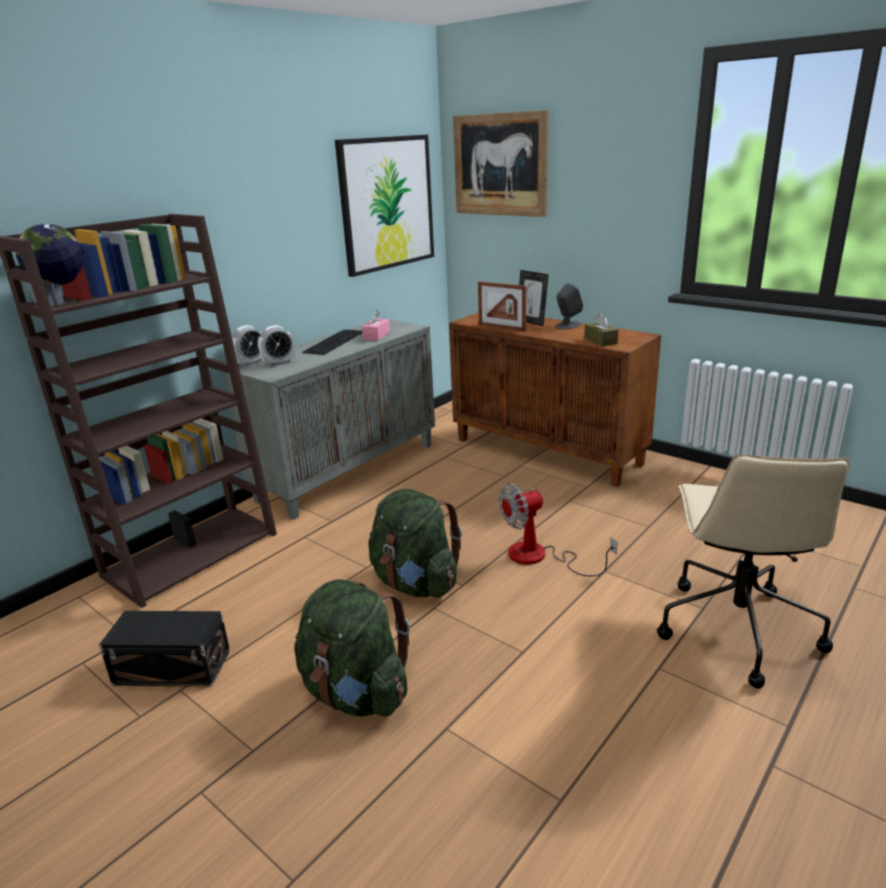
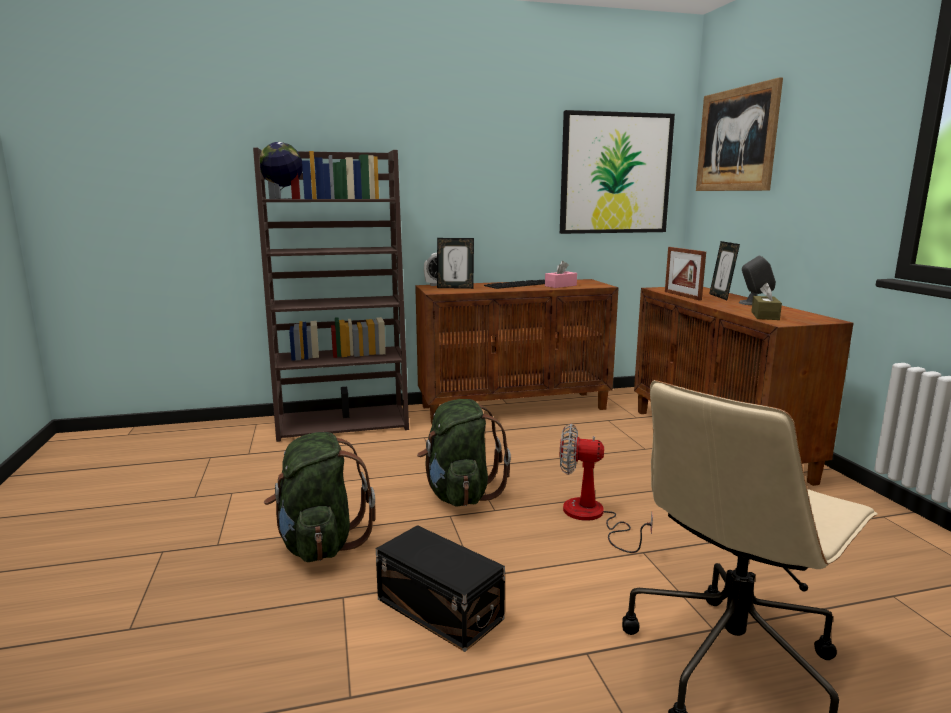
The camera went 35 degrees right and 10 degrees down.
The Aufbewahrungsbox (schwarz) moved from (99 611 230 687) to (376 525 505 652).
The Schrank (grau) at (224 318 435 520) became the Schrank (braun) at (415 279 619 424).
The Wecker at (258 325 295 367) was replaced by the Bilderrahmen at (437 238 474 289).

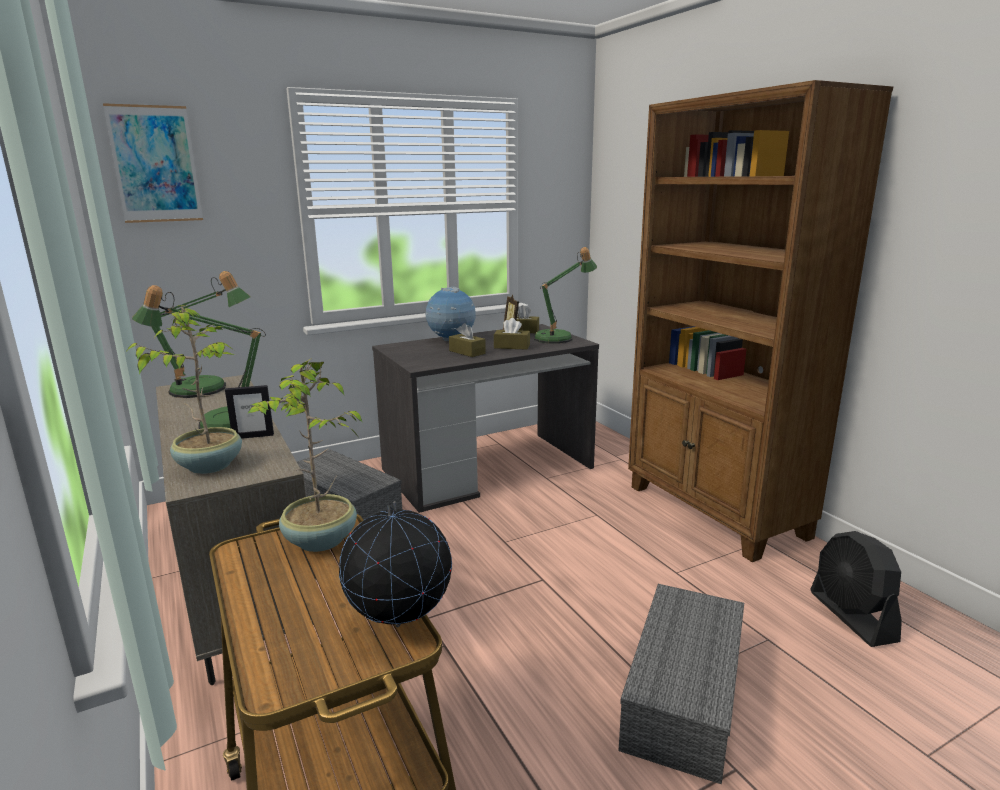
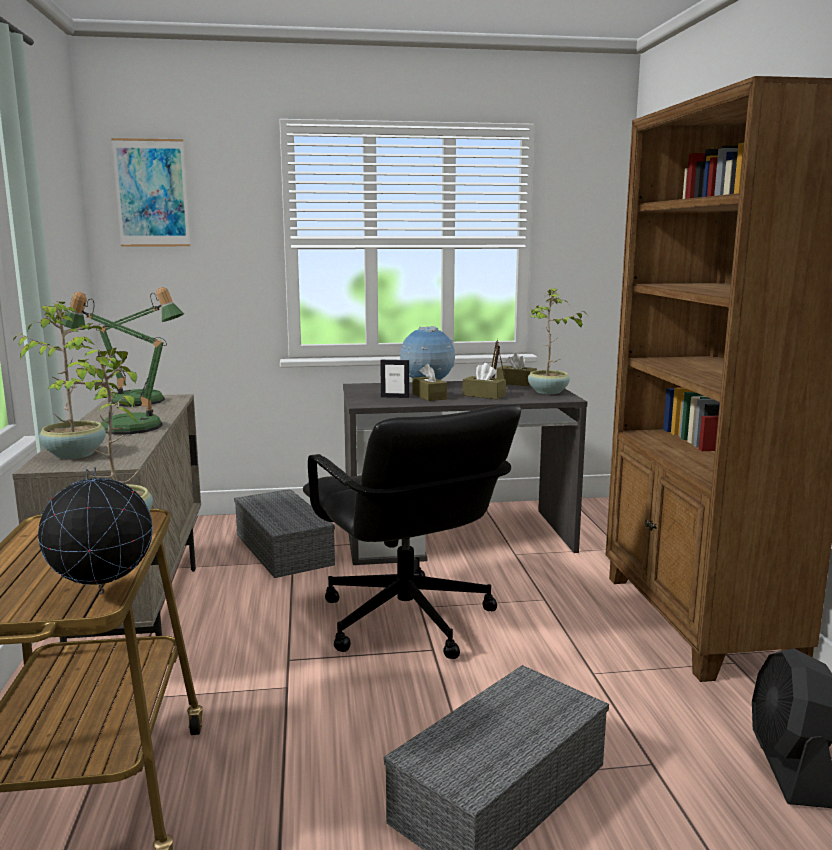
The camera went 20 degrees right and 5 degrees down.
The Bürostuhl (schwarz) at (303 404 521 659) appeared.
The Bilderrahmen moved from (225 385 274 439) to (380 360 409 398).
The Tischlampe at (534 247 597 344) was replaced by the Topfpflanze at (528 288 587 394).

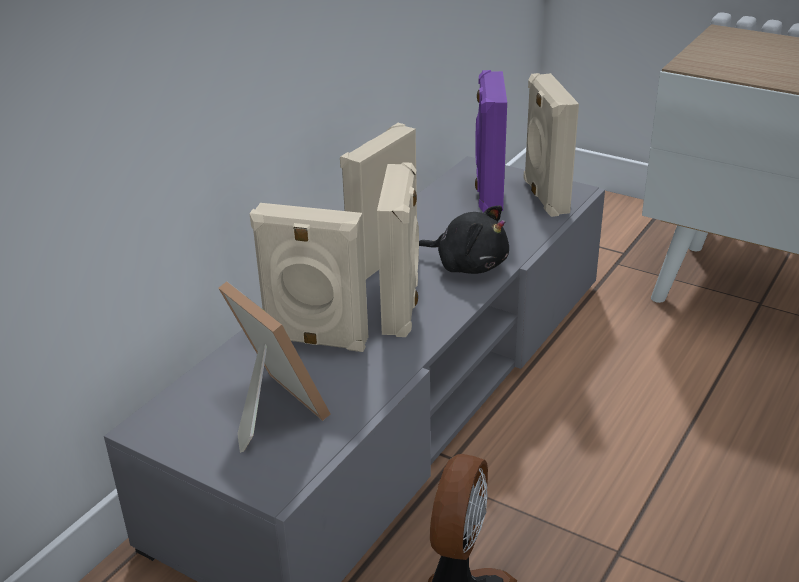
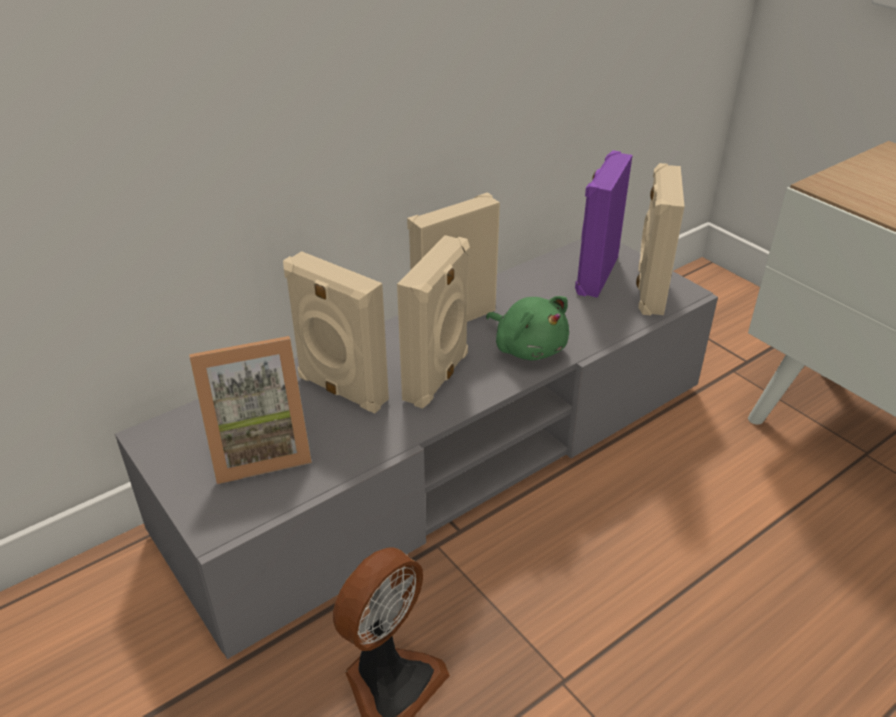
The camera went 20 degrees right and 5 degrees up.
The Bilderrahmen at (218 282 330 453) turned 90 degrees clockwise.
The Plüschtier (schwarz) at (419 205 509 274) became the Plüschtier (grün) at (486 296 569 360).

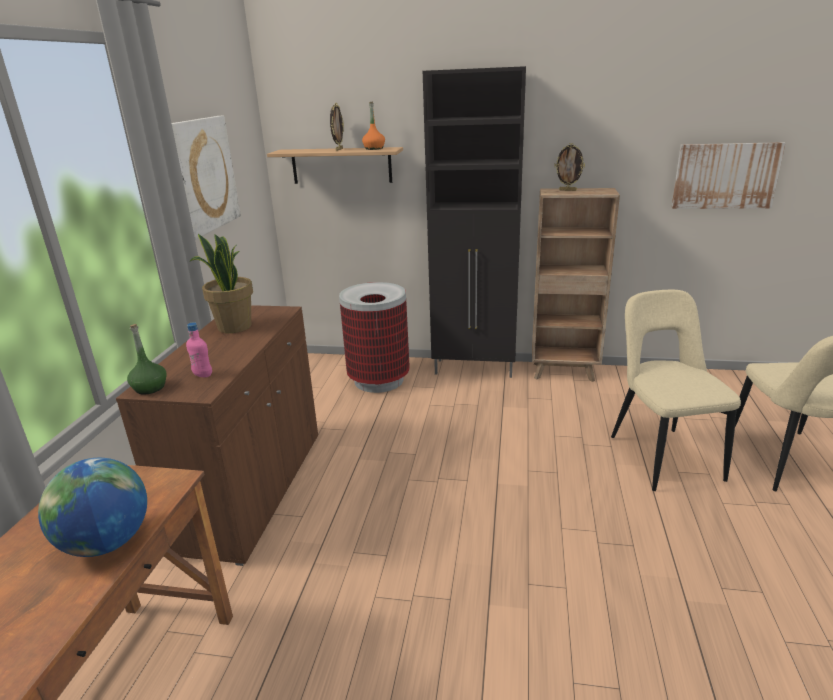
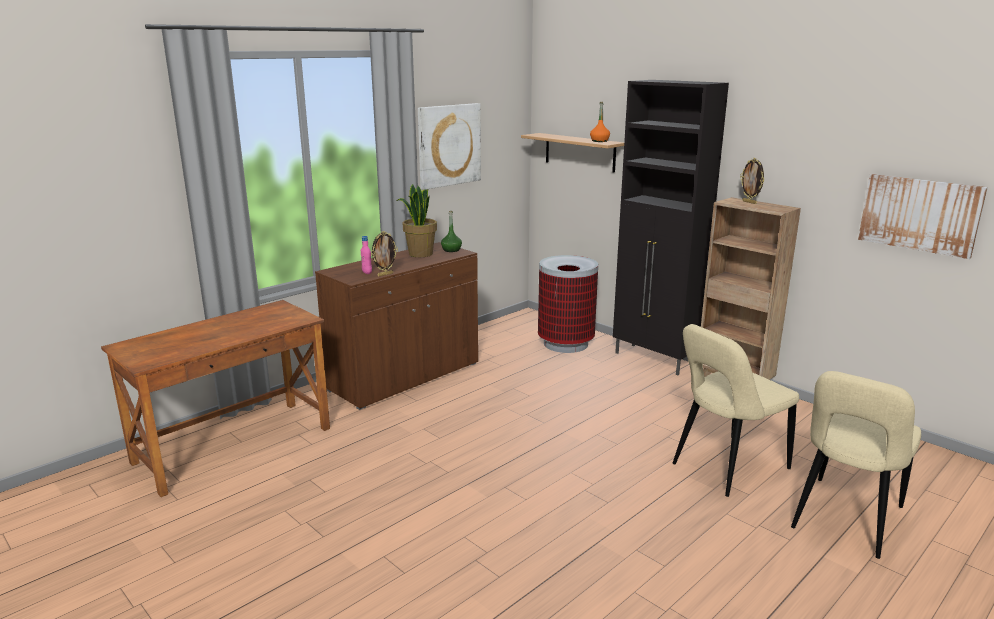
The camera went 35 degrees right and 5 degrees down.
The Bilderrahmen moved from (330 103 344 151) to (371 231 398 276).
The Flasche (grün) moved from (127 324 167 394) to (441 211 462 252).
The Stuhl (beige) at (611 290 741 491) turned 150 degrees counterclockwise.
The Globus at (38 458 147 557) disappeared.

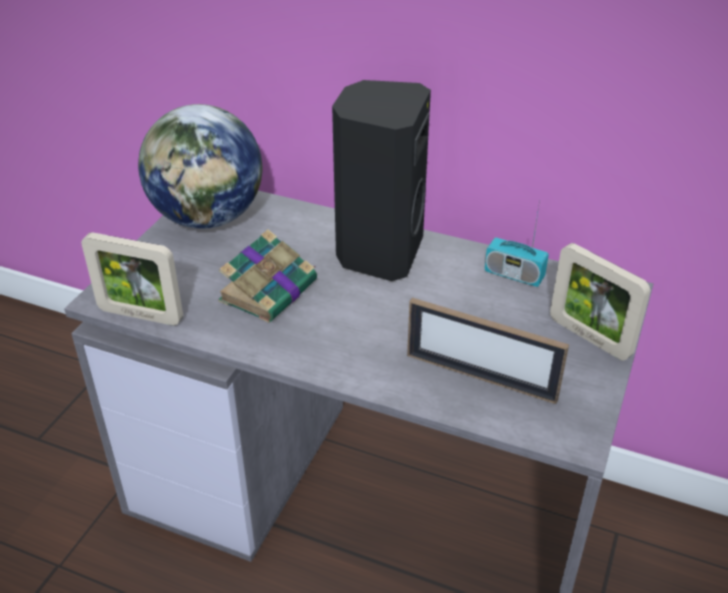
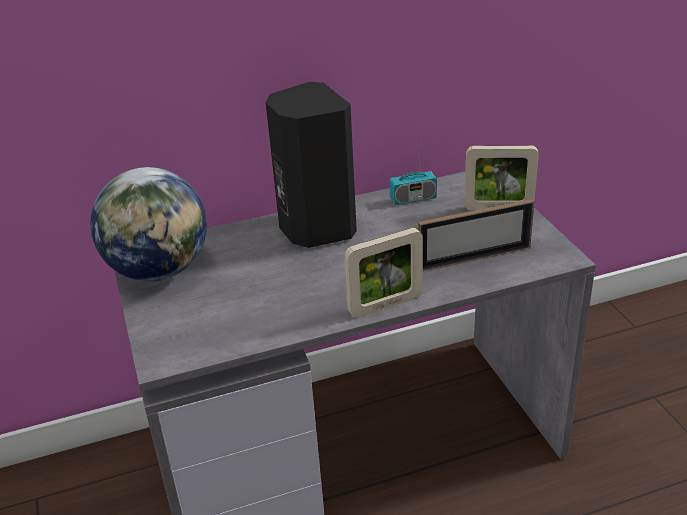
The camera went 40 degrees left and 5 degrees down.
The Bilderrahmen moved from (81 232 183 326) to (344 228 423 318).
The Buch at (218 229 317 323) disappeared.

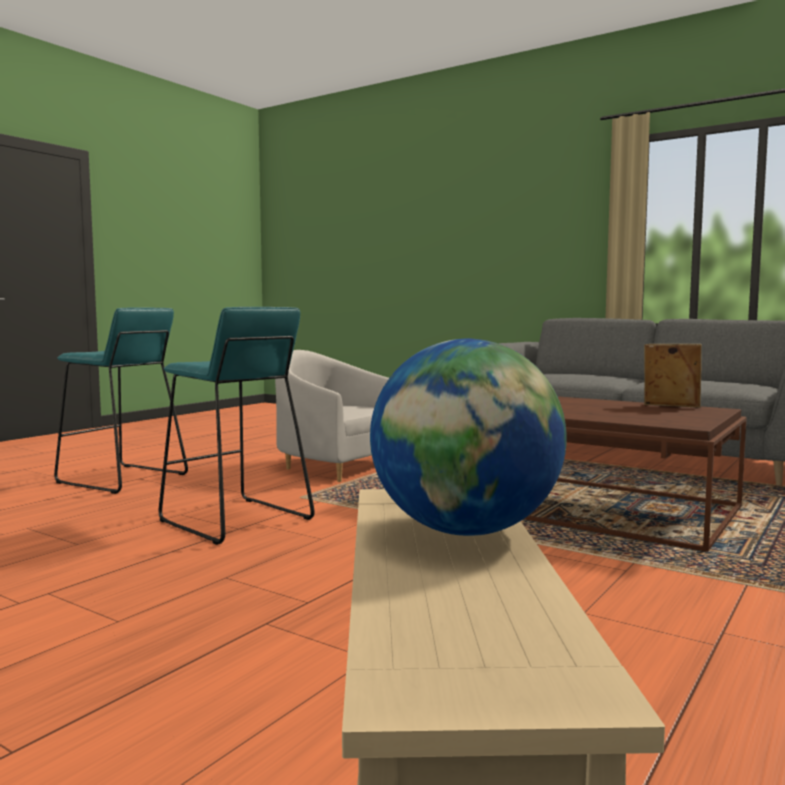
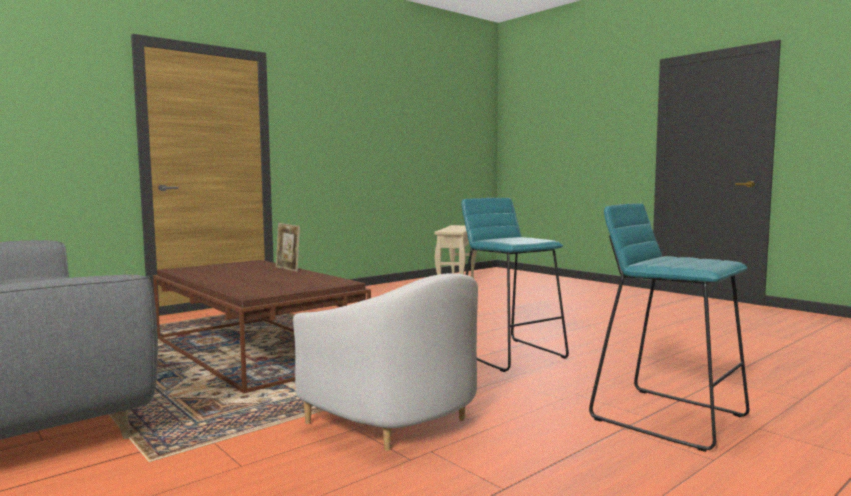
The camera went 165 degrees left and 0 degrees up.
The Bilderrahmen moved from (644 344 702 408) to (276 223 300 272).
The Globus at (370 338 567 536) disappeared.

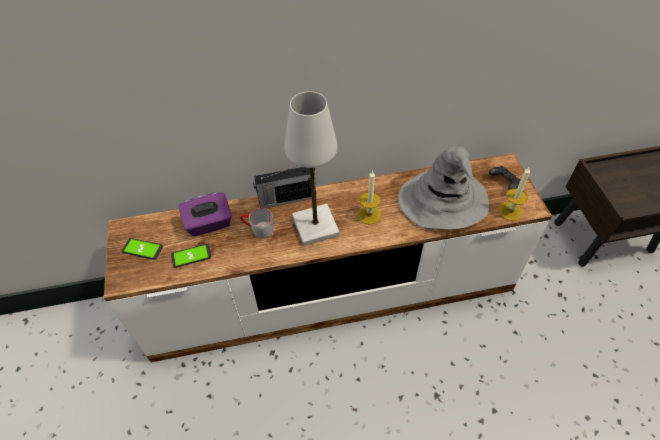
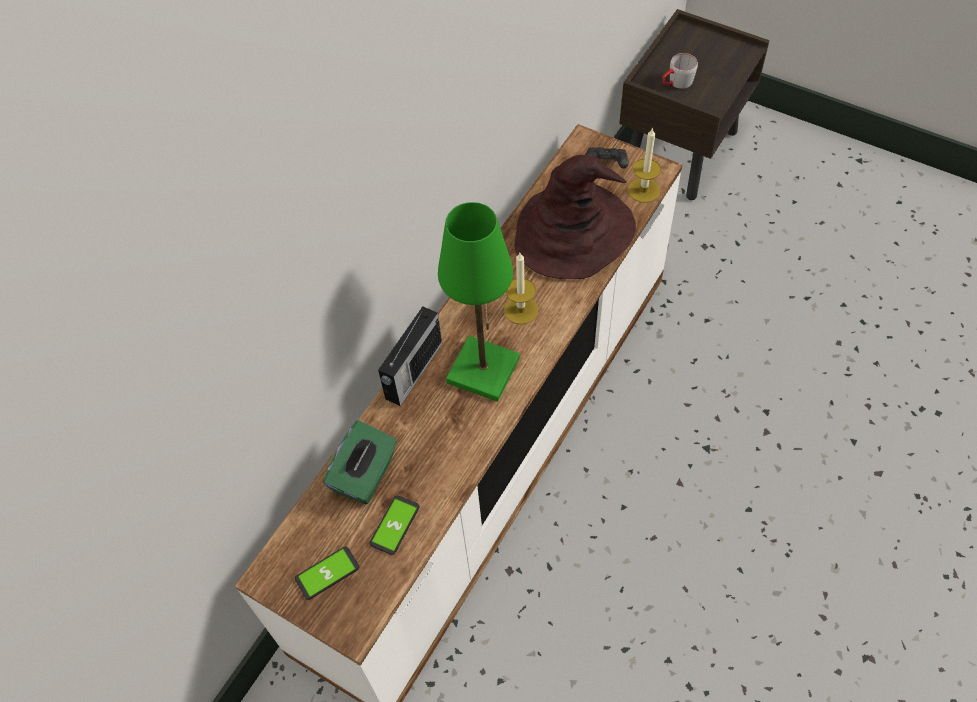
The camera went 45 degrees left and 5 degrees up.
The Taschentuchbox (lila) at (178 193 232 236) became the Taschentuchbox (grün) at (323 420 397 504).
The Tischlampe (weiß) at (284 91 339 246) became the Tischlampe (grün) at (438 202 520 402).
The Hut (grau) at (398 146 489 230) became the Hut (braun) at (515 155 636 279).
The Henkelbecher (grau) moved from (240 208 274 238) to (662 53 698 89).

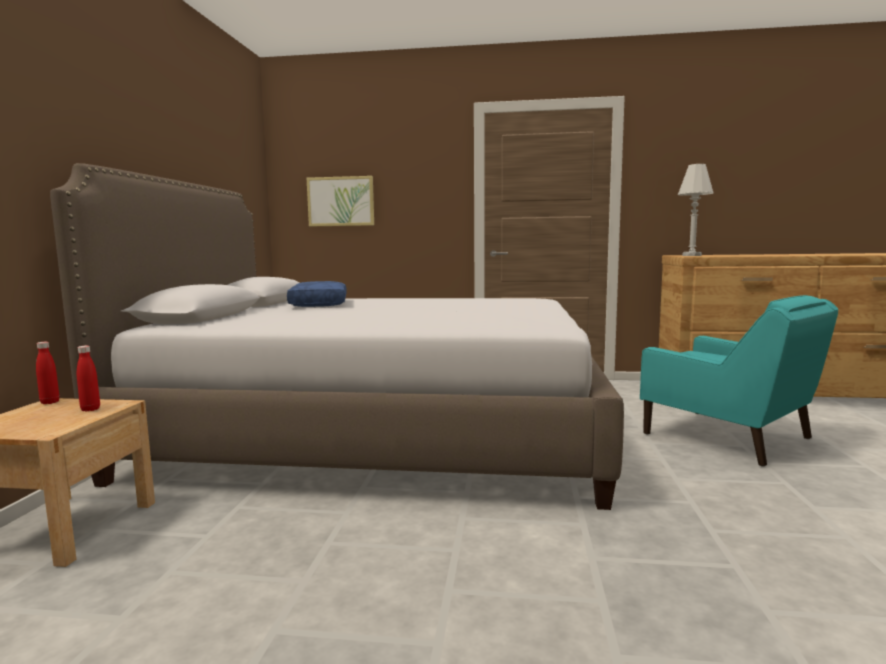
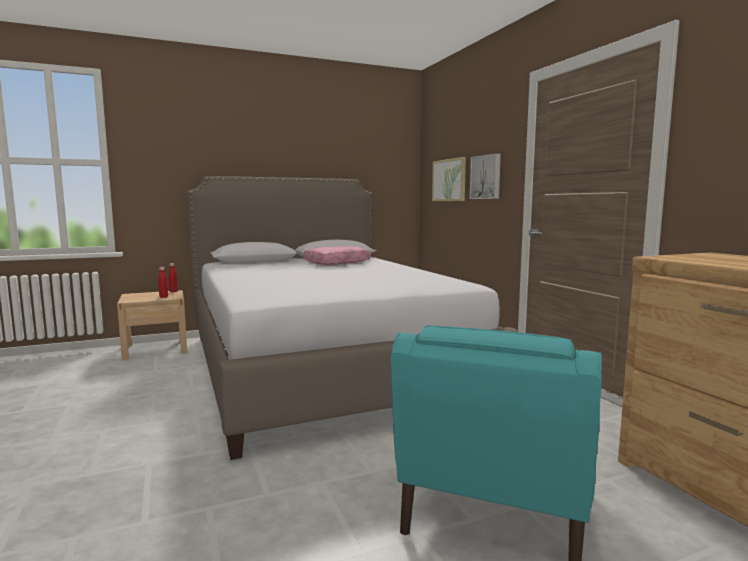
The camera went 60 degrees right and 0 degrees up.
The Kissen (blau) at (287 281 347 307) became the Kissen (rosa) at (303 246 371 265).
The Bild at (470 153 501 199) appeared.
The Tischlampe (weiß) at (678 164 714 256) disappeared.

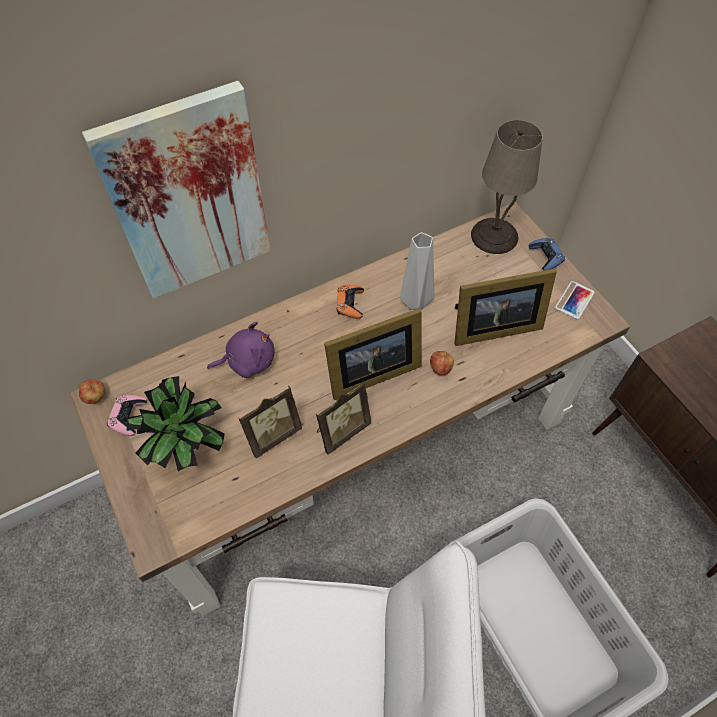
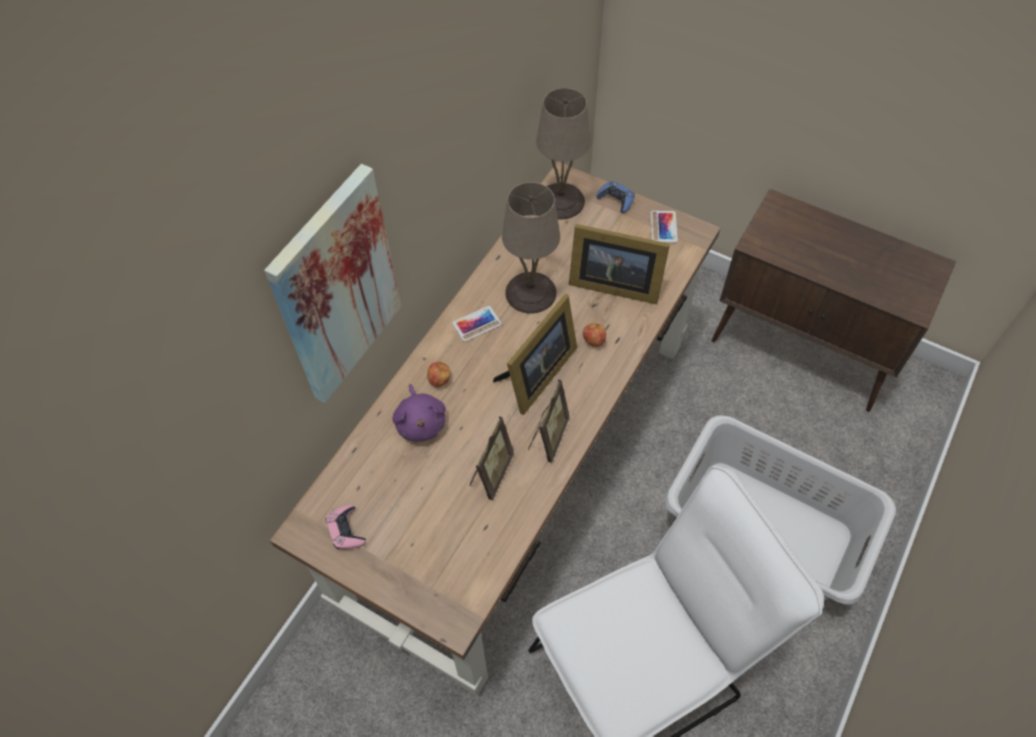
The camera went 30 degrees left and 0 degrees up.
The Plüschtier (lila) at (207 322 275 378) turned 120 degrees clockwise.
The Apfel moved from (79 379 105 404) to (427 362 451 387).
The Gamepad (orange) at (336 285 364 319) was replaced by the Handy at (452 306 501 342).
The Vase (grau) at (400 232 434 310) was replaced by the Tischlampe (beige) at (502 182 560 314).
The Bilderrahmen at (454 269 557 346) turned 60 degrees clockwise.
The Topfpflanze at (126 376 225 471) disappeared.

